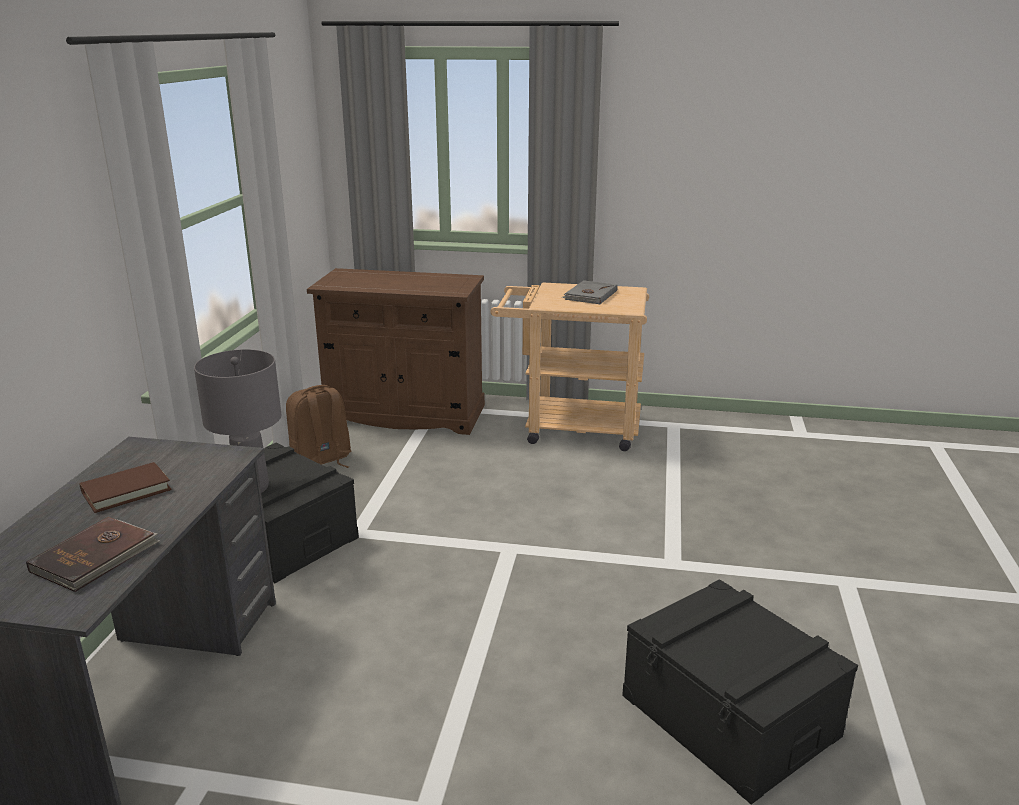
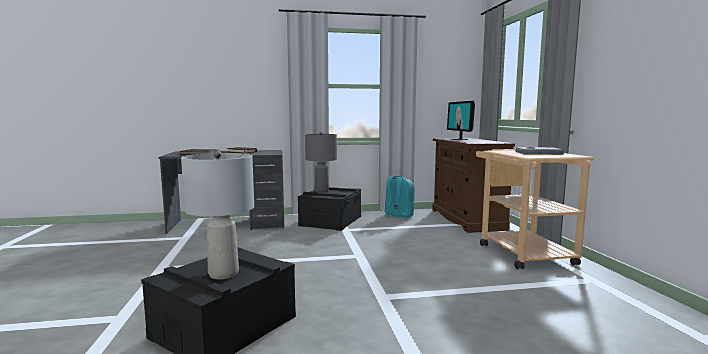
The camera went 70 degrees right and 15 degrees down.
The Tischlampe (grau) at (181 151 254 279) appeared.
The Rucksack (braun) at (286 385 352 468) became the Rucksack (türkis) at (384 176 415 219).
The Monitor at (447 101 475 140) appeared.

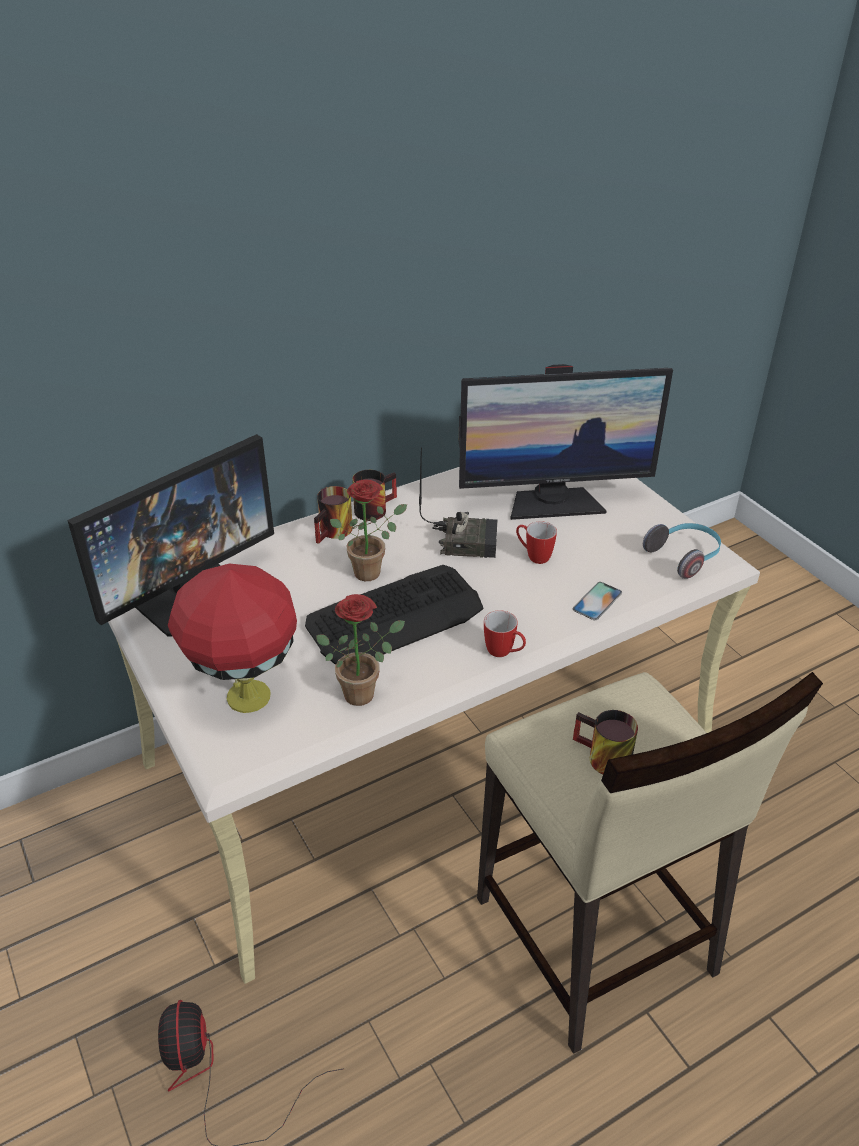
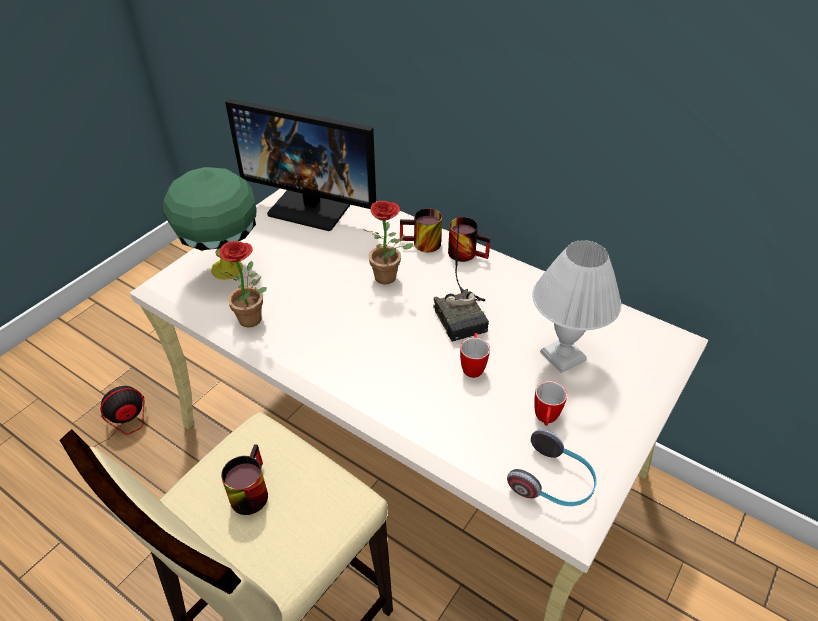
The camera went 65 degrees right and 5 degrees up.
The Tischlampe (rot) at (168 563 297 713) became the Tischlampe (grün) at (162 167 256 280).
The Monitor at (459 364 673 520) was replaced by the Tischlampe (weiß) at (532 240 621 373).
The Henkelbecher moved from (484 610 526 657) to (534 381 567 426).
The Tastatur at (305 565 483 665) disappeared.
The Handy at (573 582 622 620) disappeared.

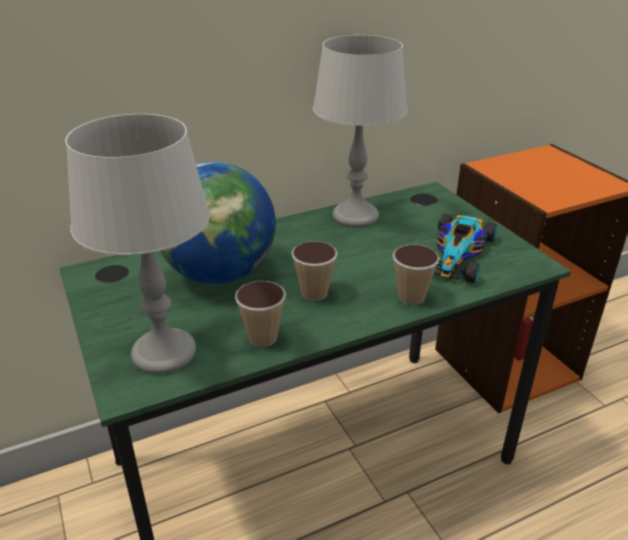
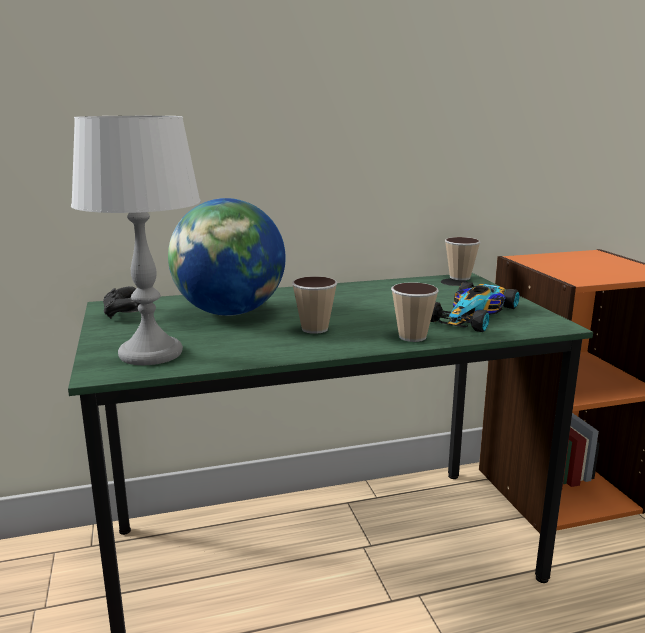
The camera went 10 degrees right and 15 degrees down.
The Gamepad (schwarz) at (103 286 139 319) appeared.
The Tasse moved from (235 281 286 347) to (445 237 480 280).
The Tischlampe (grau) at (313 35 407 228) disappeared.

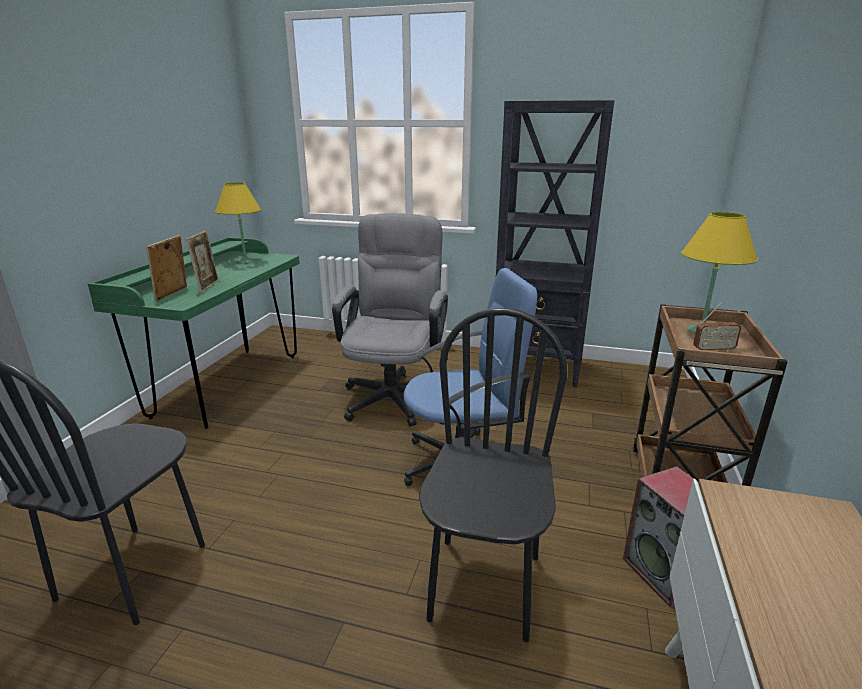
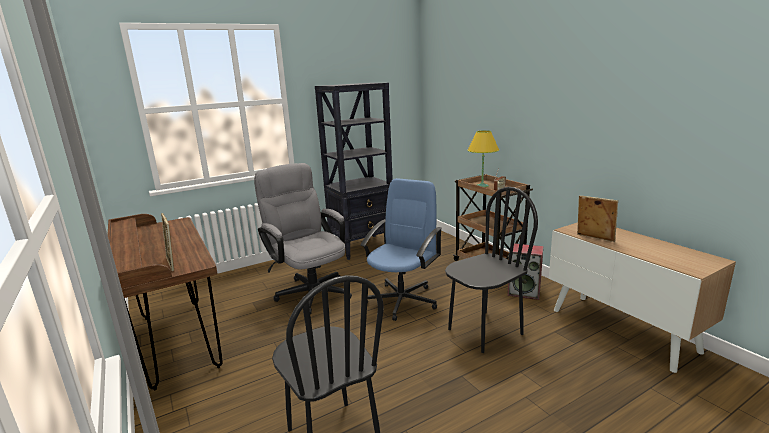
The camera went 45 degrees left and 5 degrees down.
The Schreibtisch (grün) at (88 237 300 429) became the Schreibtisch (braun) at (107 214 223 390).
The Stuhl (schwarz) at (419 308 567 642) turned 90 degrees clockwise.
The Bilderrahmen moved from (186 231 219 293) to (577 196 618 242).
The Tischlampe (gelb) at (215 183 261 263) disappeared.

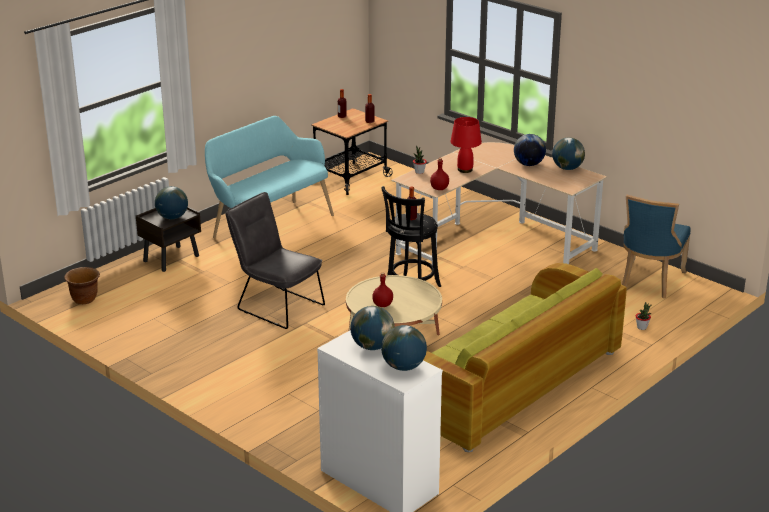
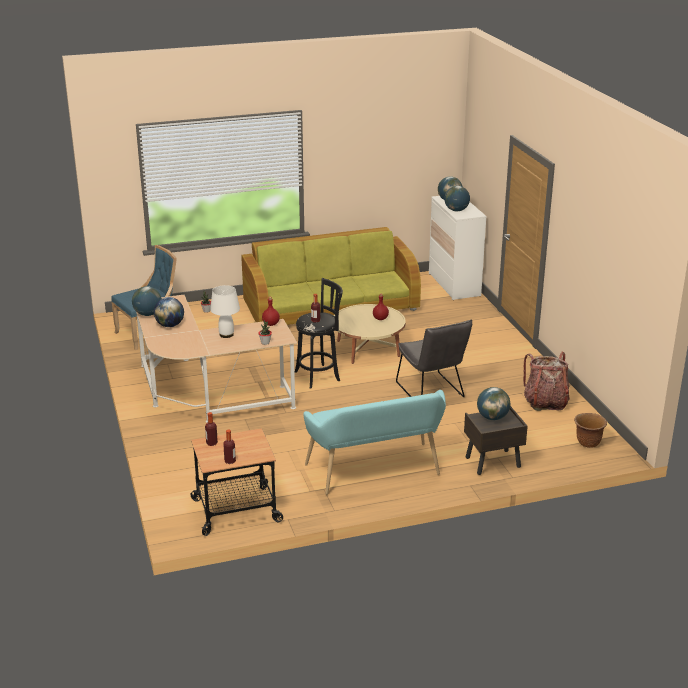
The camera went 150 degrees left and 0 degrees up.
The Tischlampe (rot) at (451 117 482 173) became the Tischlampe (weiß) at (210 285 240 338).
The Rucksack at (523 352 570 411) appeared.

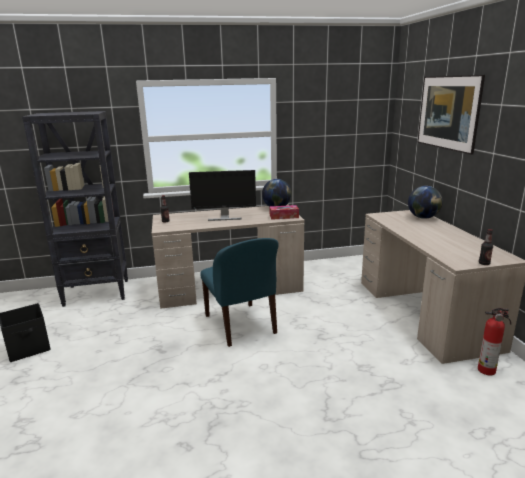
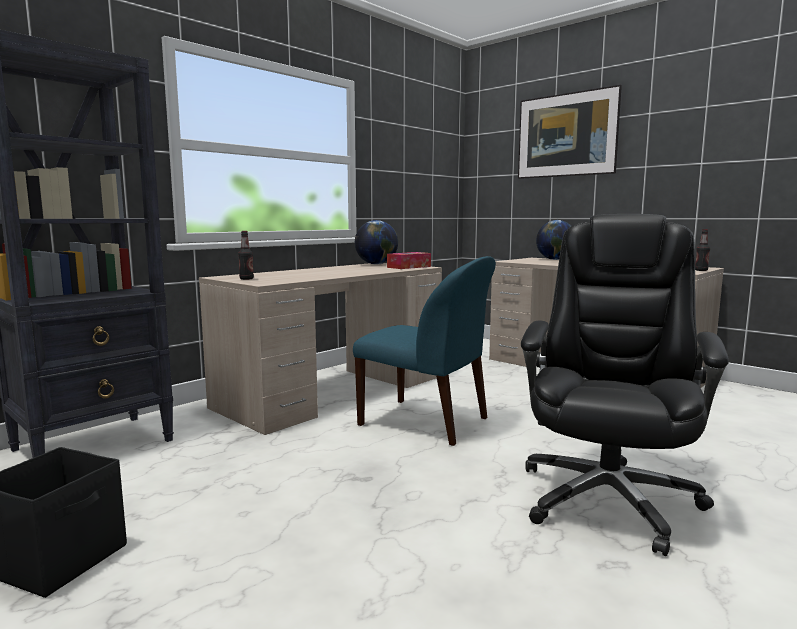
The camera went 35 degrees left and 10 degrees down.
The Bürostuhl (schwarz) at (521 214 729 556) appeared.
The Monitor at (189 170 256 221) disappeared.
The Feuerlöscher at (478 308 511 375) disappeared.

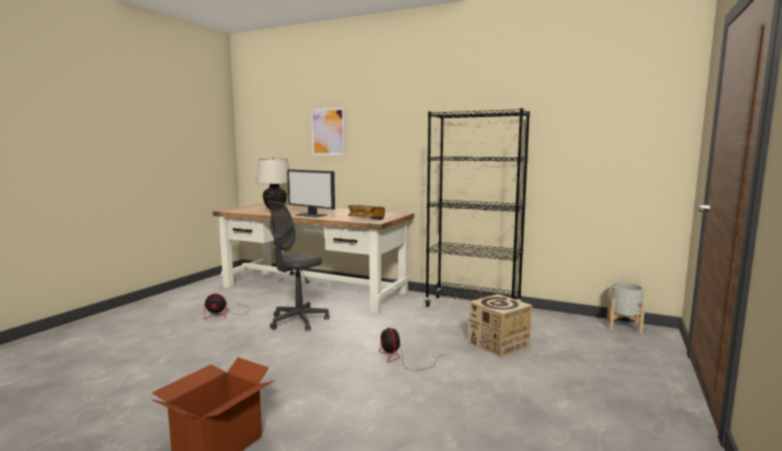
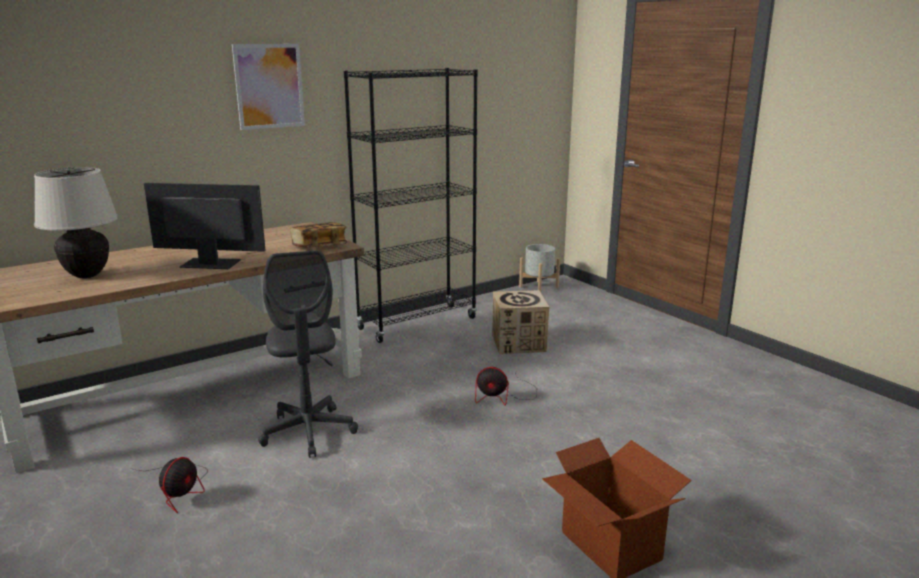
The camera went 60 degrees left and 10 degrees up.
The Monitor at (287 169 335 218) turned 150 degrees counterclockwise.
The Bild moved from (311 108 345 155) to (232 44 305 130).

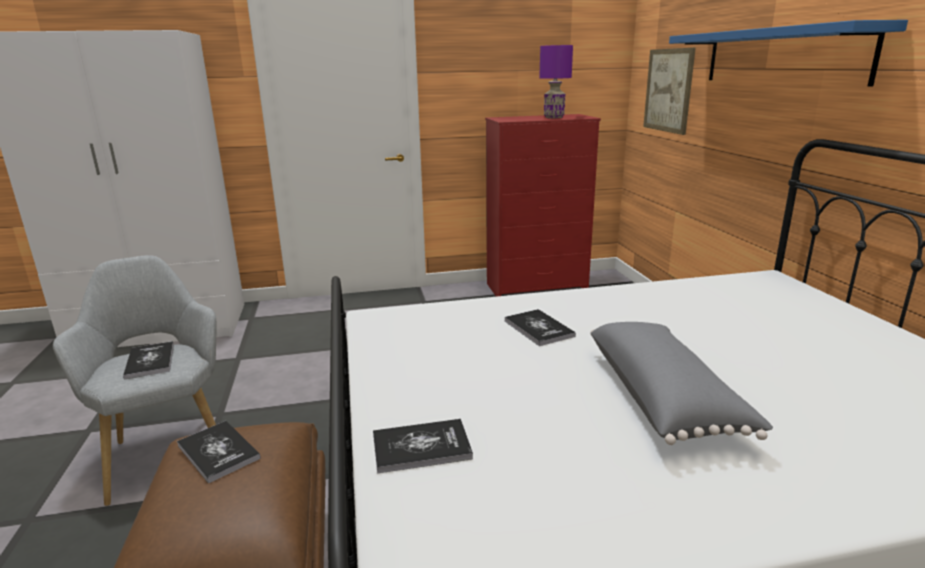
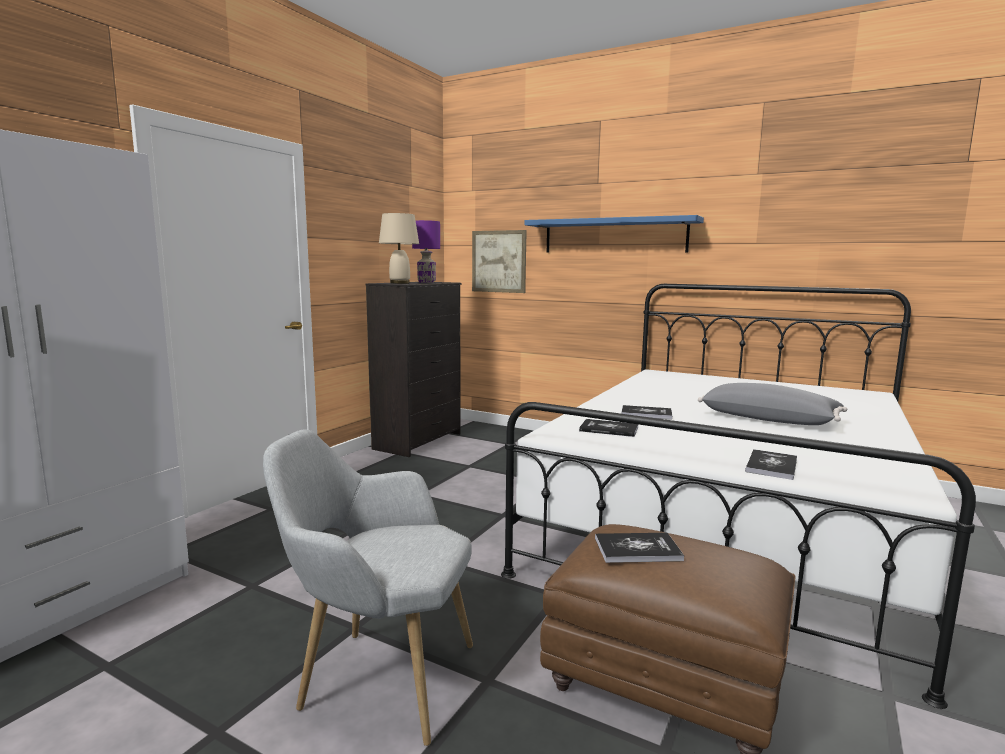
The camera went 50 degrees left and 10 degrees down.
The Kommode (rot) at (485 114 601 297) became the Kommode (schwarz) at (365 282 462 457).
The Tischlampe (beige) at (379 213 419 284) appeared.
The Buch moved from (123 341 174 380) to (579 419 638 437).

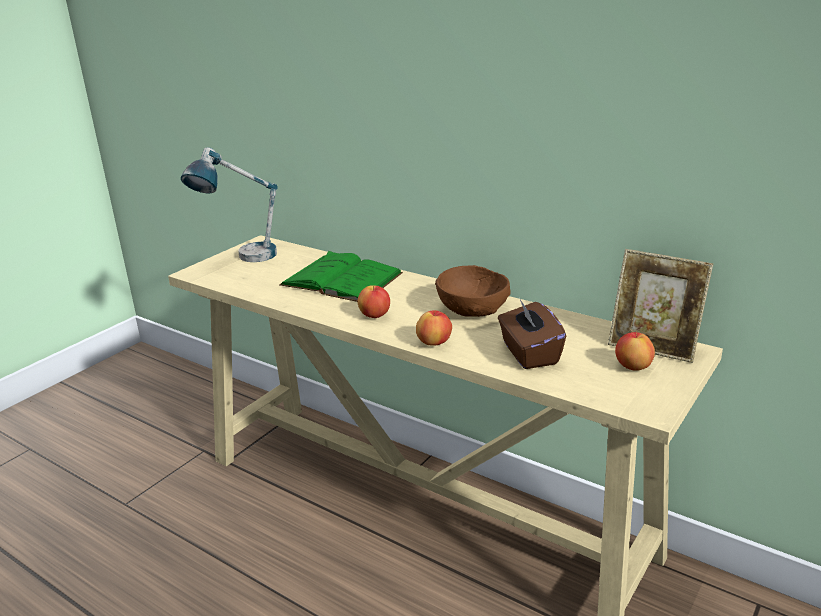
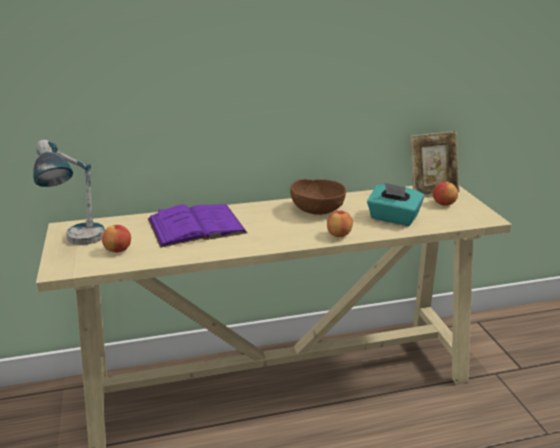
The camera went 50 degrees left and 0 degrees up.
The Apfel moved from (357 285 390 318) to (102 225 131 252).
The Buch (grün) at (279 251 403 302) became the Buch (lila) at (148 204 247 248).
The Taschentuchbox (braun) at (498 299 566 369) became the Taschentuchbox (türkis) at (367 182 424 226).

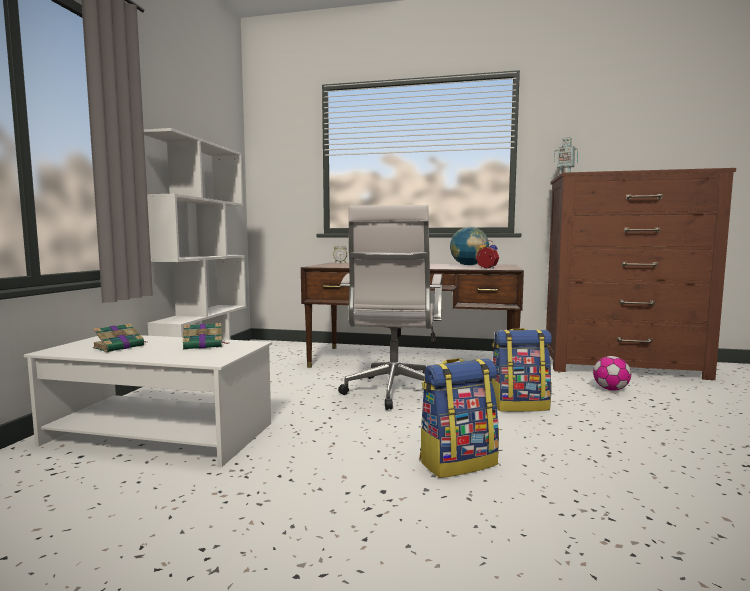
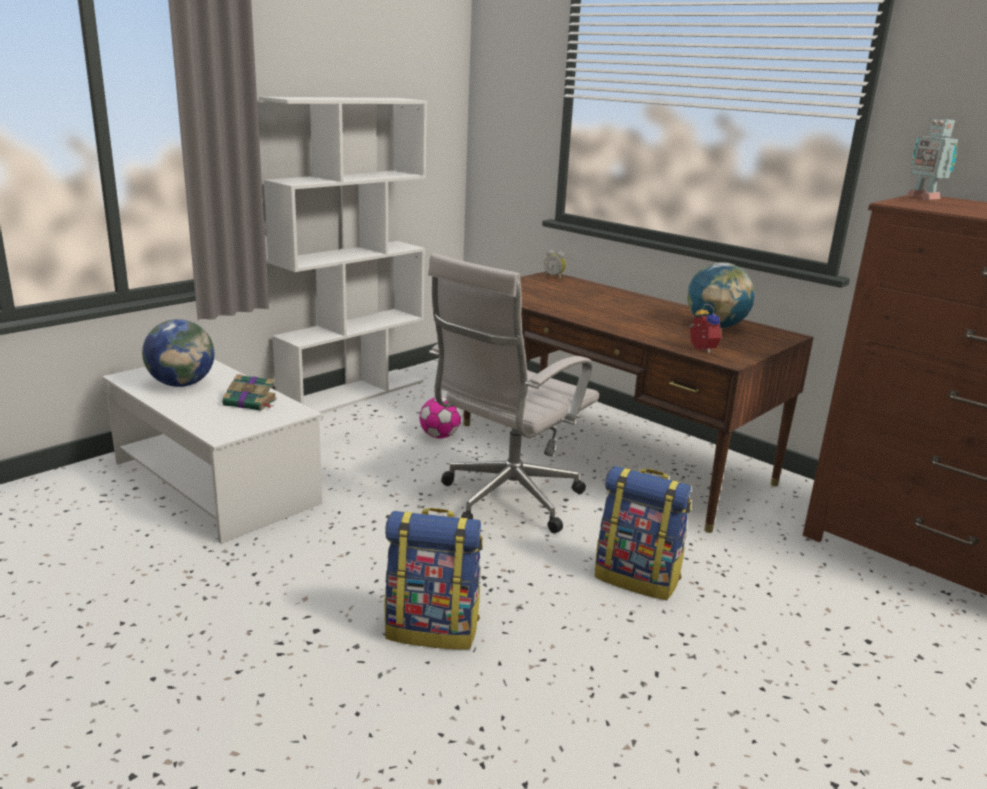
The camera went 30 degrees right and 15 degrees up.
The Buch at (93 323 146 352) was replaced by the Globus at (142 319 214 387).
The Fußball moved from (593 356 631 391) to (420 397 461 438).

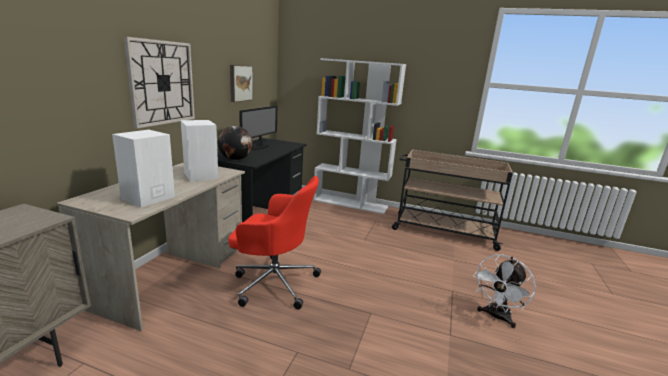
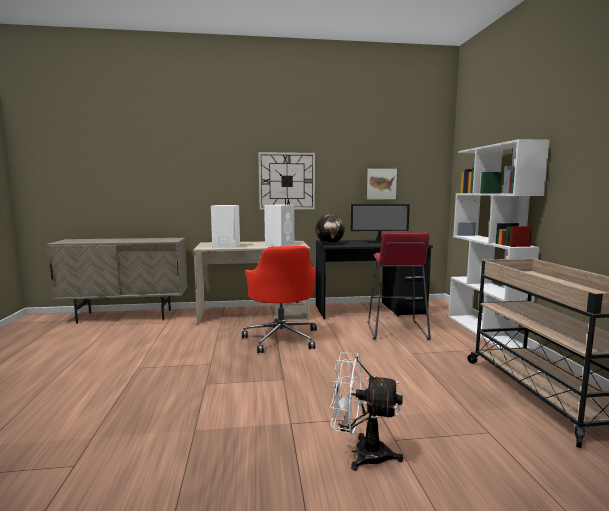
The camera went 65 degrees right and 10 degrees down.
The Hocker (rot) at (368 232 431 340) appeared.

